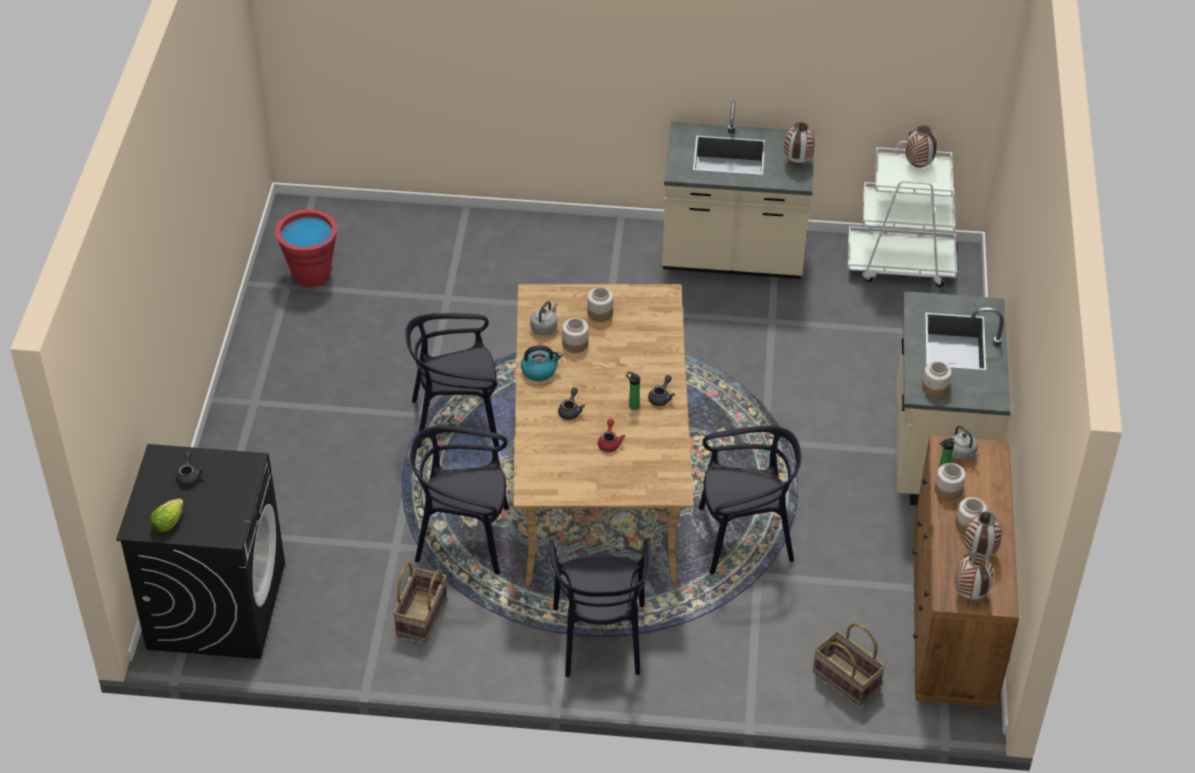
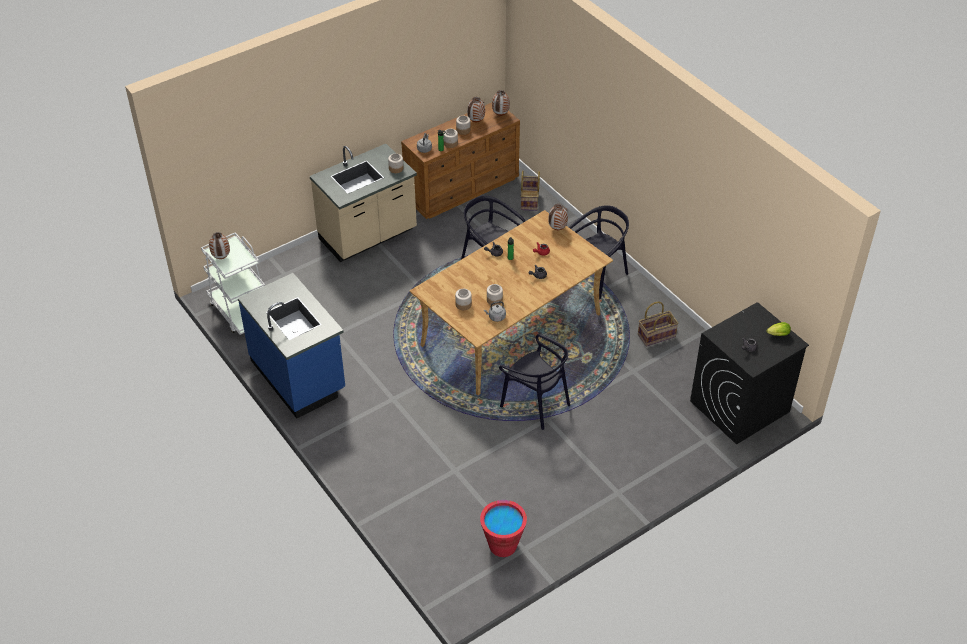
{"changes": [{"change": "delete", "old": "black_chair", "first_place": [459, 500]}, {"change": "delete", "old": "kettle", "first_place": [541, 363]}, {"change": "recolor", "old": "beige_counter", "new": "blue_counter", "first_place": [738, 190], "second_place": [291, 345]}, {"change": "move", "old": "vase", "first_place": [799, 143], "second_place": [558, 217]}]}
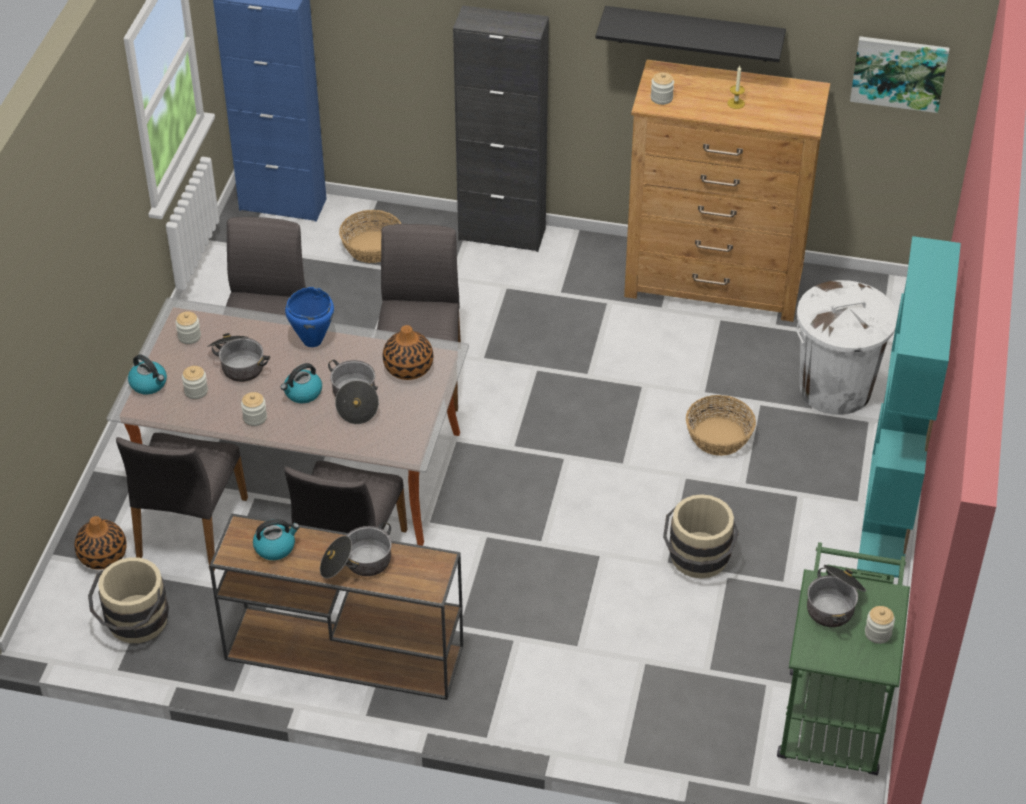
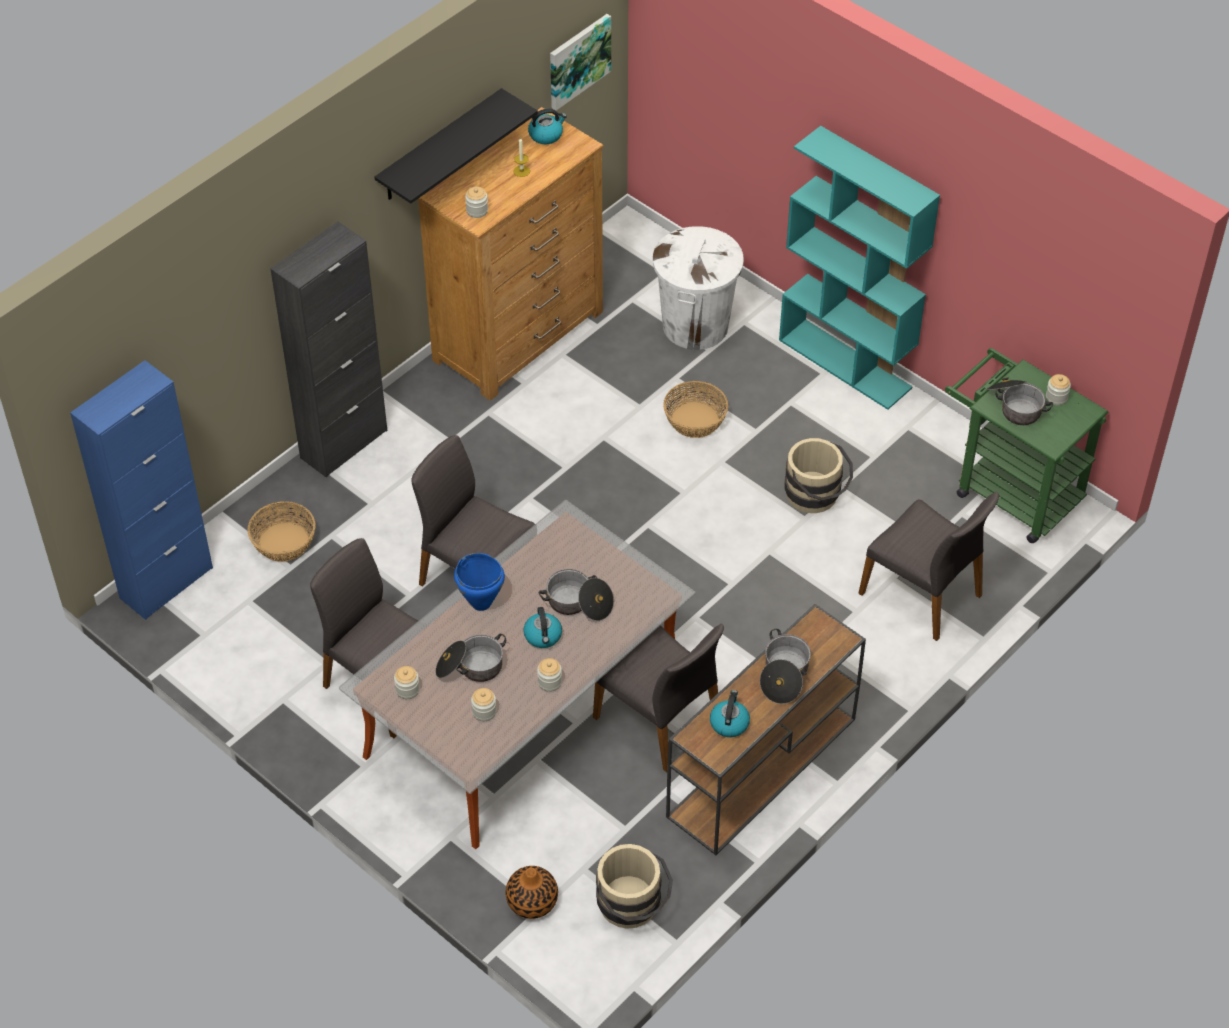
{"changes": [{"change": "move", "old": "grey_chair", "first_place": [182, 502], "second_place": [928, 566]}, {"change": "move", "old": "kettle", "first_place": [147, 374], "second_place": [547, 126]}, {"change": "delete", "old": "vase", "first_place": [408, 352]}]}
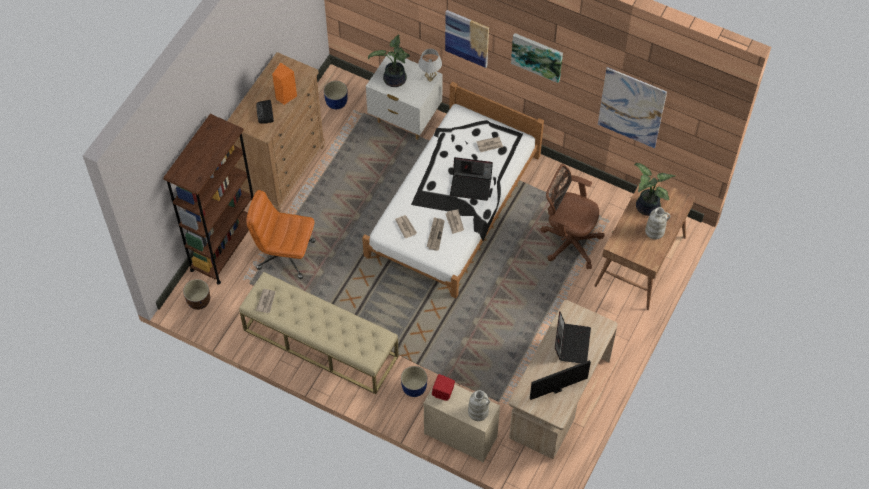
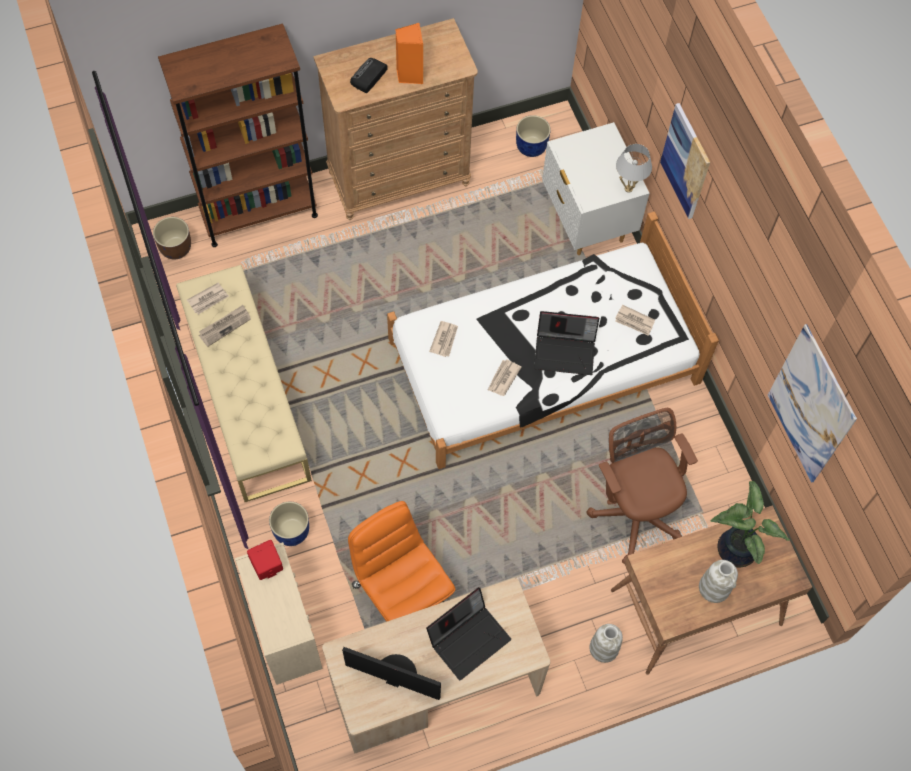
{"changes": [{"change": "move", "old": "orange_office_chair", "first_place": [281, 234], "second_place": [402, 561]}, {"change": "delete", "old": "potted_plant", "first_place": [389, 60]}, {"change": "move", "old": "newspaper", "first_place": [436, 234], "second_place": [225, 326]}, {"change": "rotate", "old": "laptop", "first_place": [471, 179], "second_place": [566, 343], "degrees": -45}, {"change": "move", "old": "white_vase", "first_place": [479, 405], "second_place": [606, 643]}, {"change": "delete", "old": "picture", "first_place": [537, 58]}]}
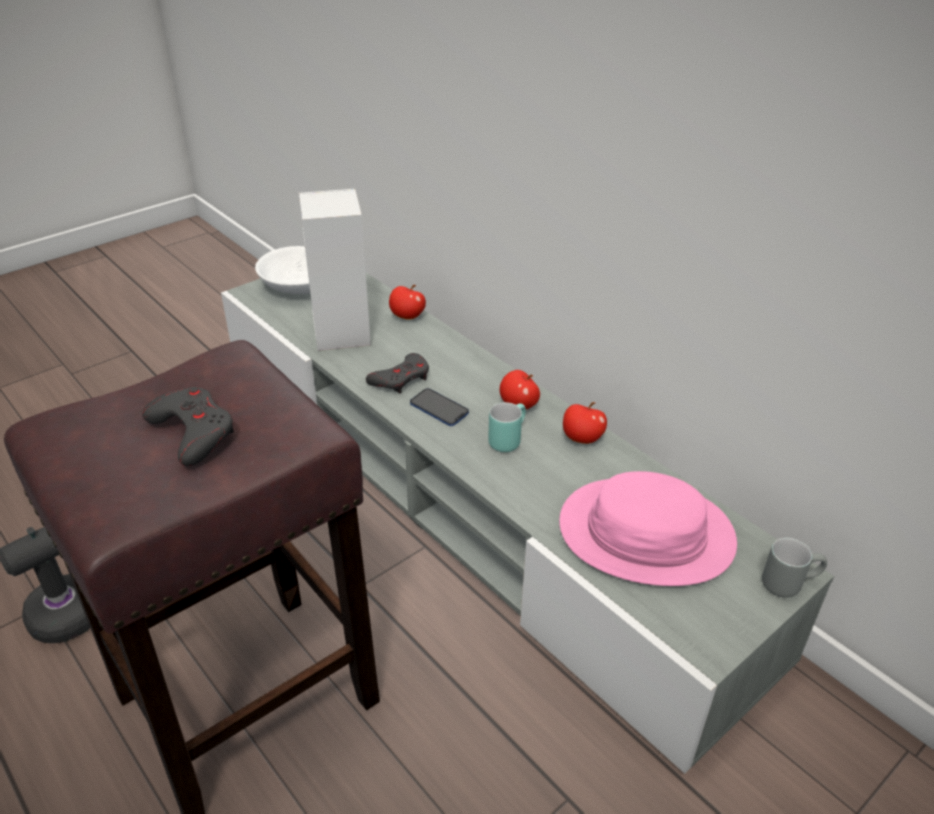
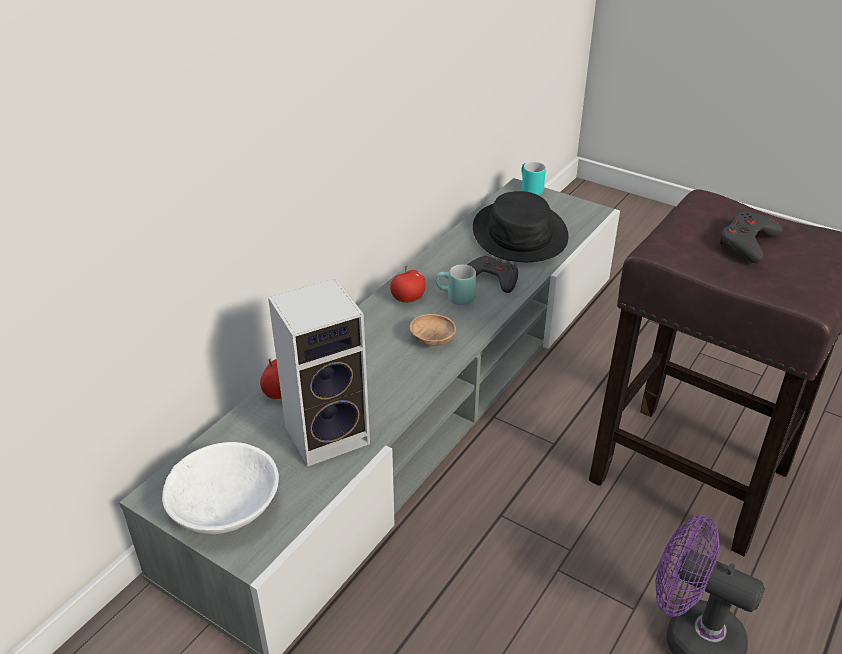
{"changes": [{"change": "move", "old": "grey_game_controller", "first_place": [397, 373], "second_place": [492, 274]}, {"change": "replace", "old": "phone", "new": "brown_bowl", "first_place": [439, 407], "second_place": [433, 330]}, {"change": "recolor", "old": "pink_hat", "new": "black_hat", "first_place": [648, 528], "second_place": [520, 226]}, {"change": "delete", "old": "apple", "first_place": [585, 423]}, {"change": "recolor", "old": "grey_mug", "new": "turquoise_mug", "first_place": [794, 568], "second_place": [533, 178]}]}
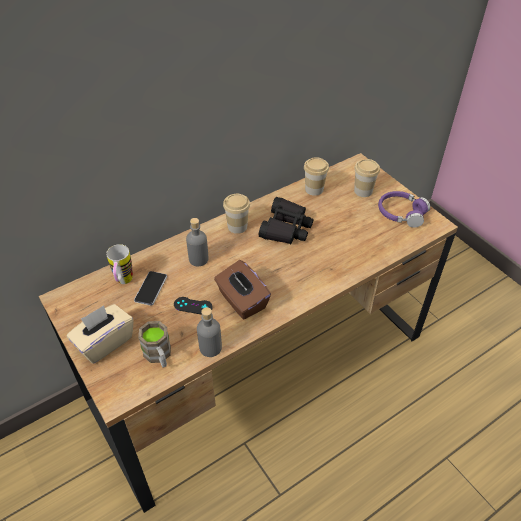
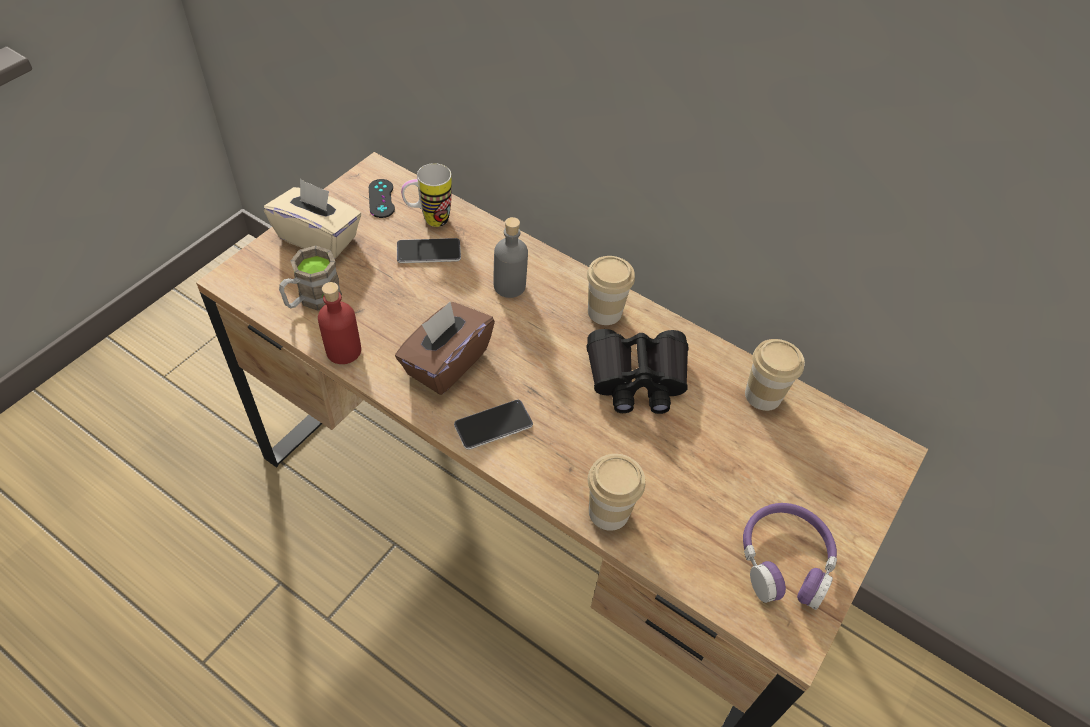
{"changes": [{"change": "move", "old": "black_game_controller", "first_place": [193, 306], "second_place": [382, 198]}, {"change": "recolor", "old": "grey_bottle", "new": "red_bottle", "first_place": [209, 332], "second_place": [339, 323]}, {"change": "move", "old": "cup", "first_place": [367, 178], "second_place": [616, 492]}, {"change": "insert", "new": "phone", "second_place": [493, 425]}]}
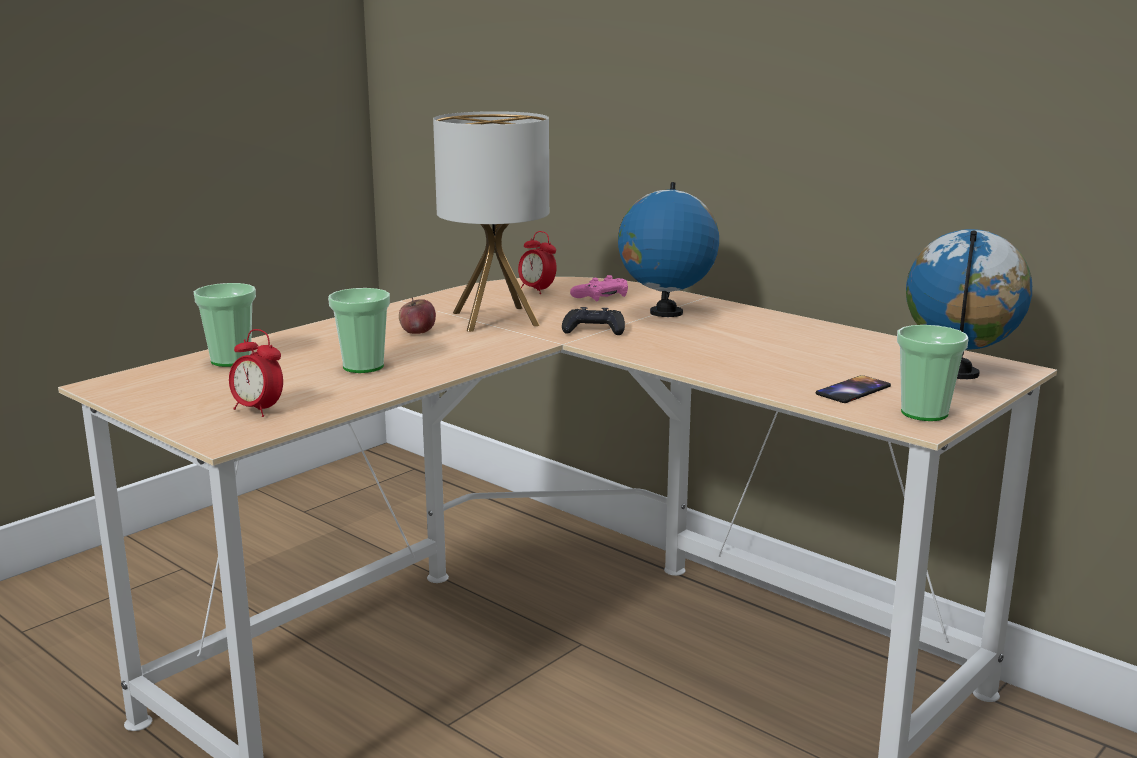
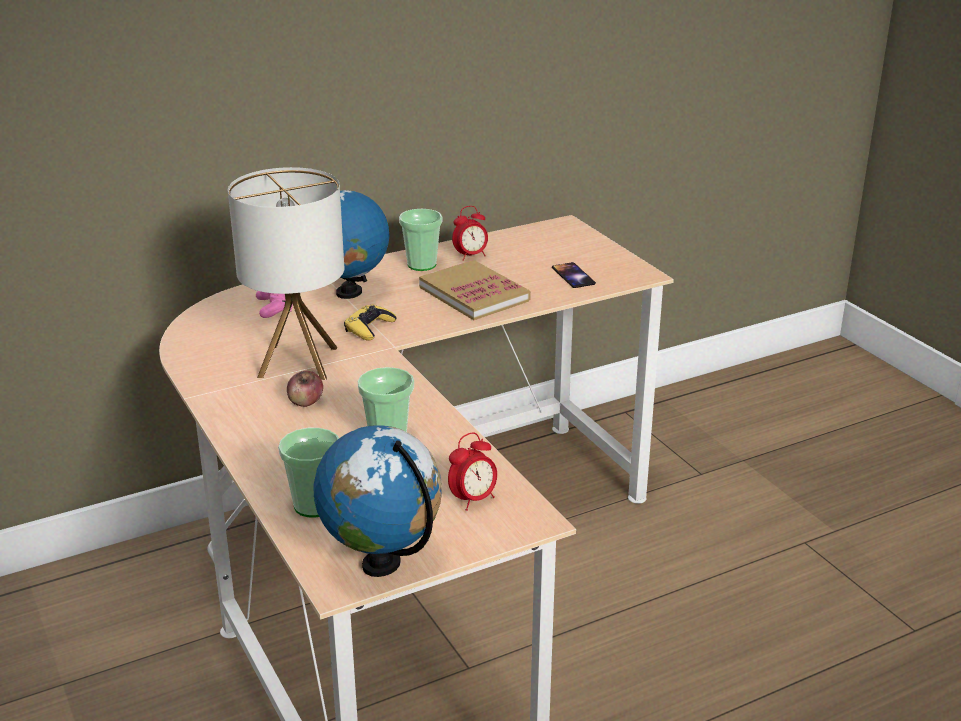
{"changes": [{"change": "move", "old": "alarm_clock", "first_place": [537, 262], "second_place": [470, 233]}, {"change": "recolor", "old": "black_game_controller", "new": "yellow_game_controller", "first_place": [593, 321], "second_place": [370, 322]}, {"change": "move", "old": "cup", "first_place": [933, 373], "second_place": [421, 240]}, {"change": "move", "old": "globe", "first_place": [969, 304], "second_place": [377, 501]}, {"change": "insert", "new": "book", "second_place": [475, 290]}]}
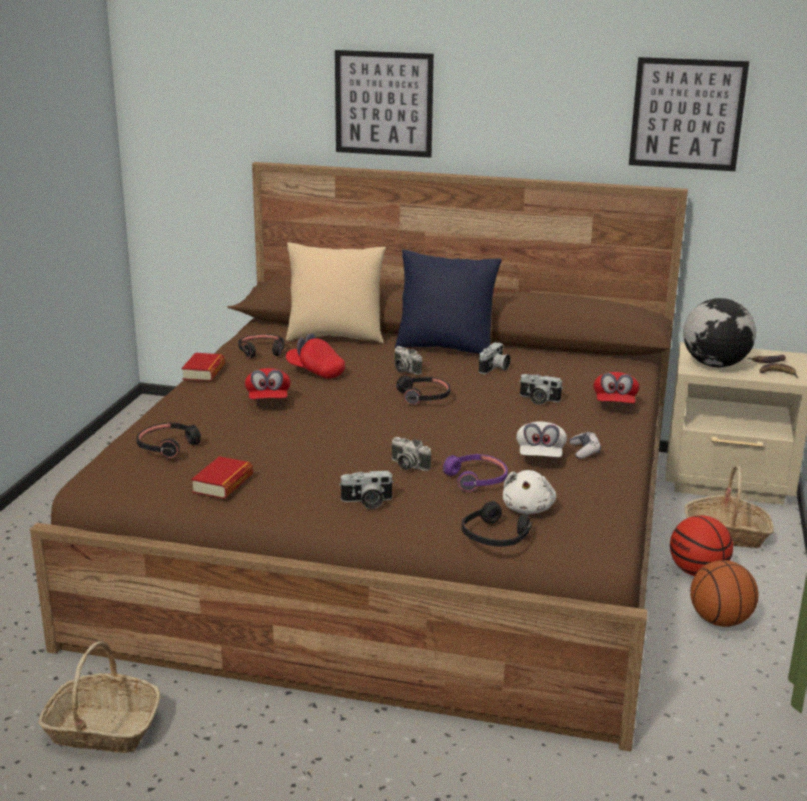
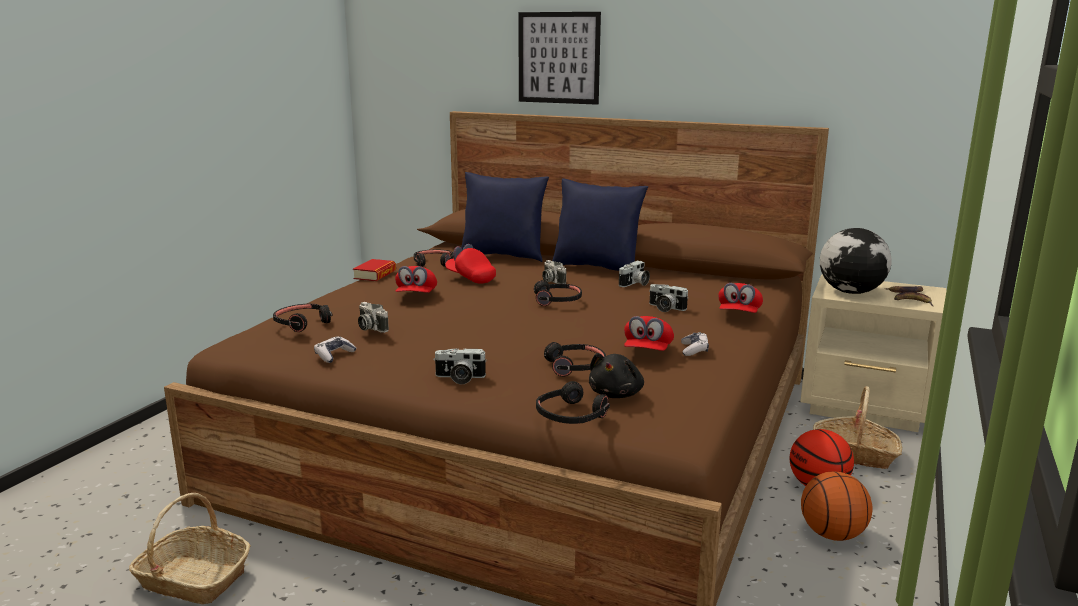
{"changes": [{"change": "replace", "old": "book", "new": "game_controller", "first_place": [222, 477], "second_place": [335, 349]}, {"change": "recolor", "old": "beige_pillow", "new": "blue_pillow", "first_place": [336, 293], "second_place": [505, 217]}, {"change": "move", "old": "photo_camera", "first_place": [411, 454], "second_place": [373, 317]}, {"change": "recolor", "old": "purple_headphones", "new": "black_headphones", "first_place": [475, 473], "second_place": [575, 359]}, {"change": "recolor", "old": "white_plush_toy", "new": "black_plush_toy", "first_place": [529, 492], "second_place": [616, 375]}, {"change": "recolor", "old": "white_cap", "new": "red_cap", "first_place": [541, 439], "second_place": [649, 333]}, {"change": "delete", "old": "picture", "first_place": [689, 114]}]}
